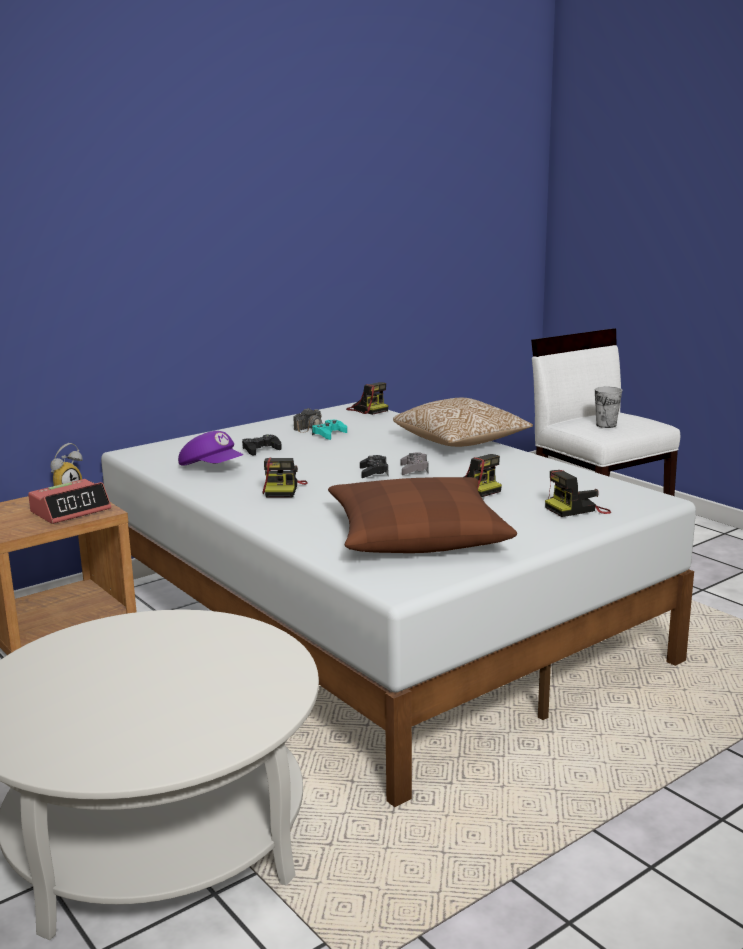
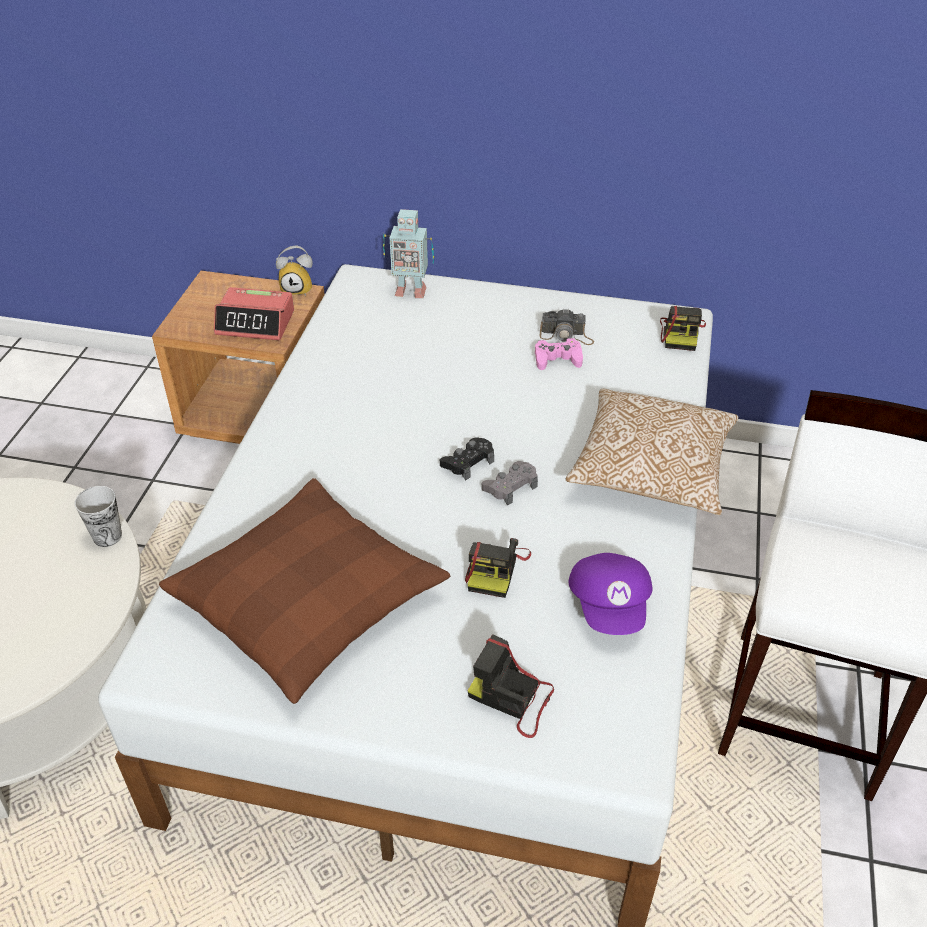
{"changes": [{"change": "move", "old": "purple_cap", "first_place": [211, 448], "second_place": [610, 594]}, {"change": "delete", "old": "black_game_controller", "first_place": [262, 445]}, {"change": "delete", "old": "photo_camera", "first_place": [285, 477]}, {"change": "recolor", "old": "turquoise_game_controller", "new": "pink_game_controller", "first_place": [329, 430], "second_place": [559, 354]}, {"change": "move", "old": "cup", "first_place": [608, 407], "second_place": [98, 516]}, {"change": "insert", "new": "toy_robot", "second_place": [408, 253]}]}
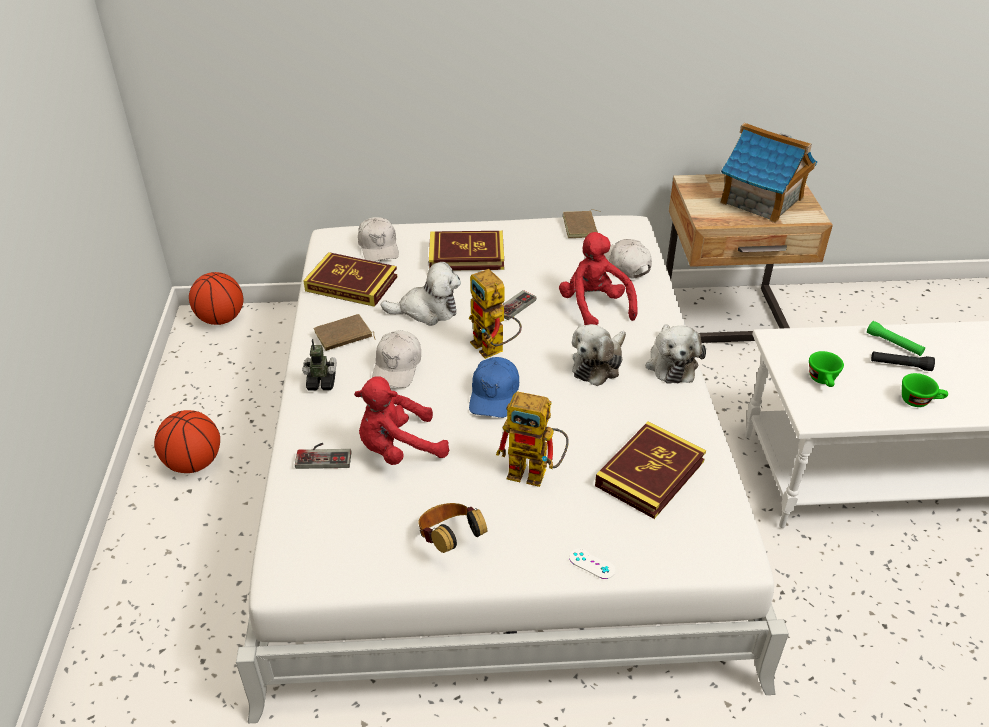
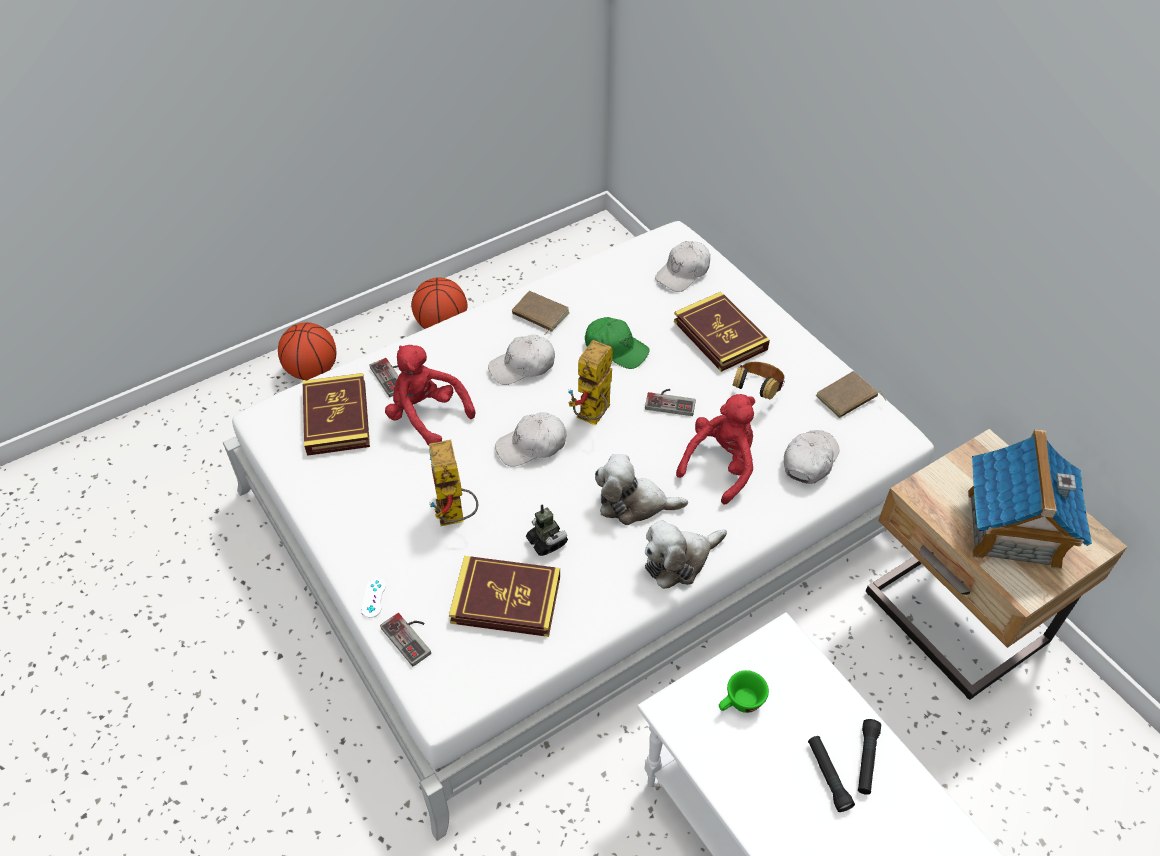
{"changes": [{"change": "move", "old": "basketball", "first_place": [216, 298], "second_place": [307, 351]}, {"change": "move", "old": "toy_robot", "first_place": [319, 365], "second_place": [547, 530]}, {"change": "move", "old": "book", "first_place": [350, 279], "second_place": [336, 414]}, {"change": "replace", "old": "plush_toy", "new": "green_cap", "first_place": [421, 294], "second_place": [617, 343]}, {"change": "move", "old": "headphones", "first_place": [452, 528], "second_place": [758, 380]}, {"change": "recolor", "old": "blue_cap", "new": "white_cap", "first_place": [494, 387], "second_place": [530, 439]}, {"change": "recolor", "old": "green_flashlight", "new": "black_flashlight", "first_place": [896, 338], "second_place": [869, 757]}, {"change": "delete", "old": "green_cup", "first_place": [925, 390]}, {"change": "insert", "new": "game_controller", "second_place": [405, 639]}]}
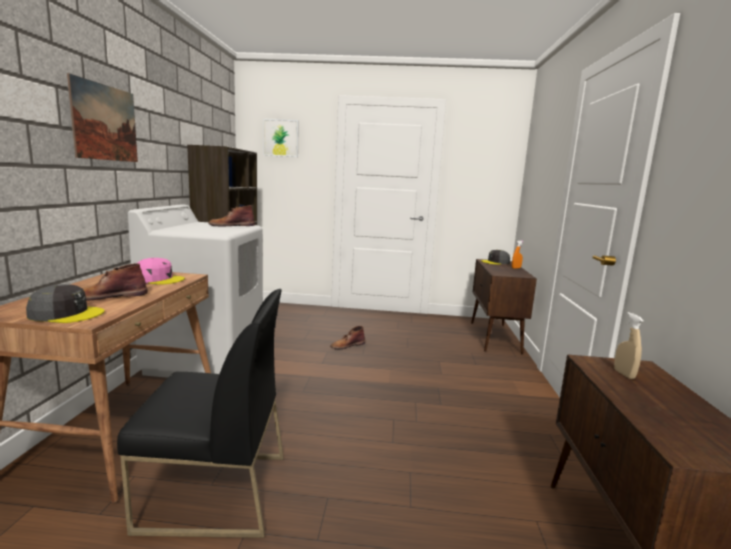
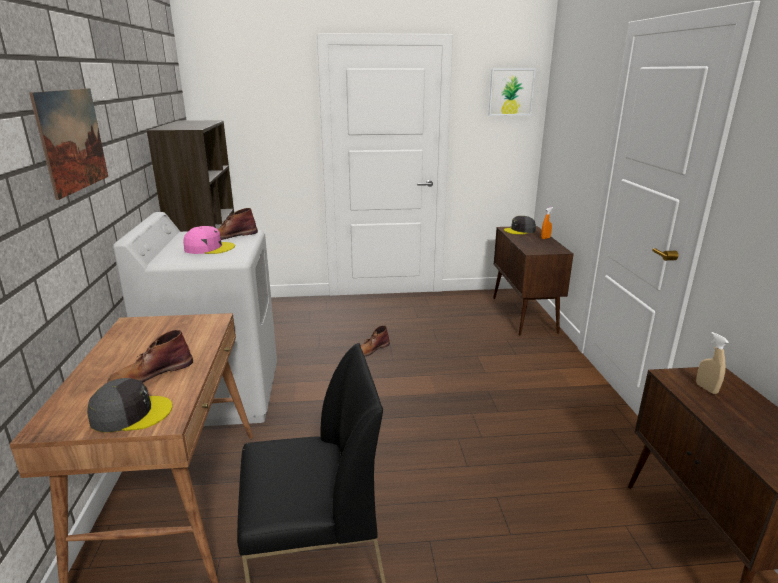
{"changes": [{"change": "move", "old": "pink_cap", "first_place": [161, 271], "second_place": [209, 240]}, {"change": "move", "old": "picture", "first_place": [281, 138], "second_place": [512, 92]}]}
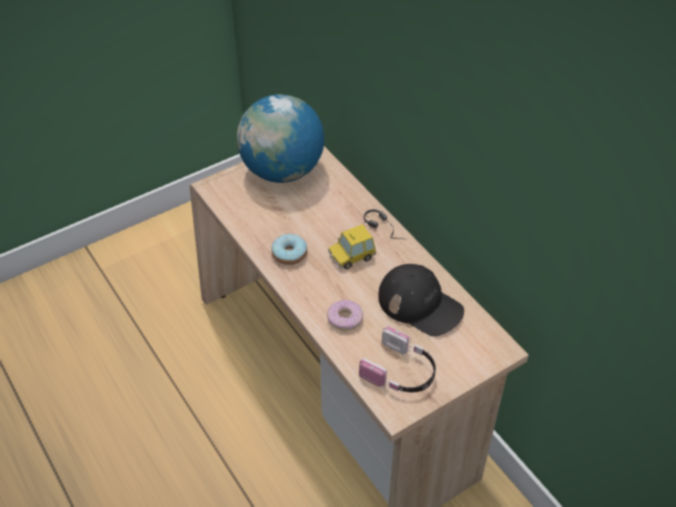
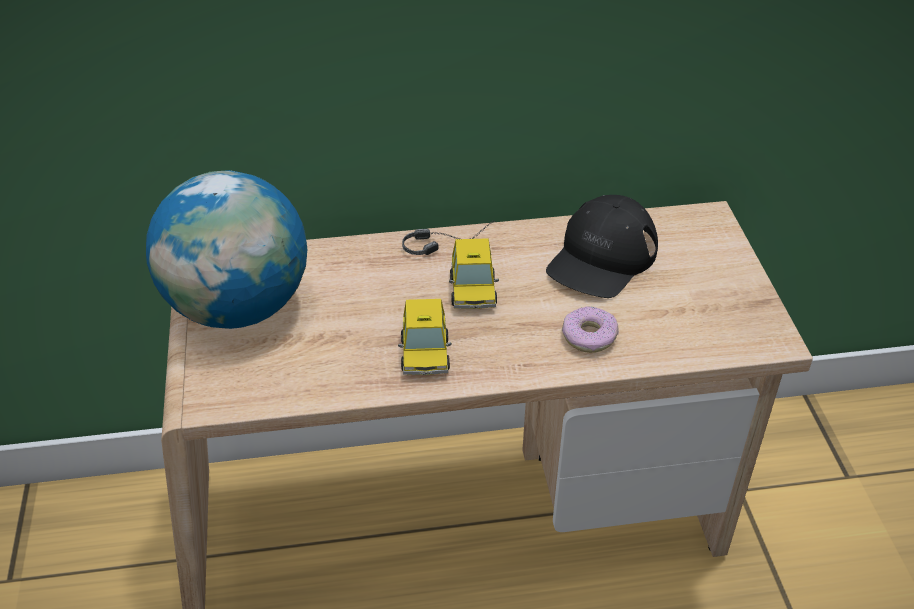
{"changes": [{"change": "replace", "old": "donut", "new": "toy_car", "first_place": [289, 249], "second_place": [425, 337]}, {"change": "delete", "old": "headphones", "first_place": [397, 359]}, {"change": "rotate", "old": "black_cap", "first_place": [421, 300], "second_place": [602, 246], "degrees": 150}]}
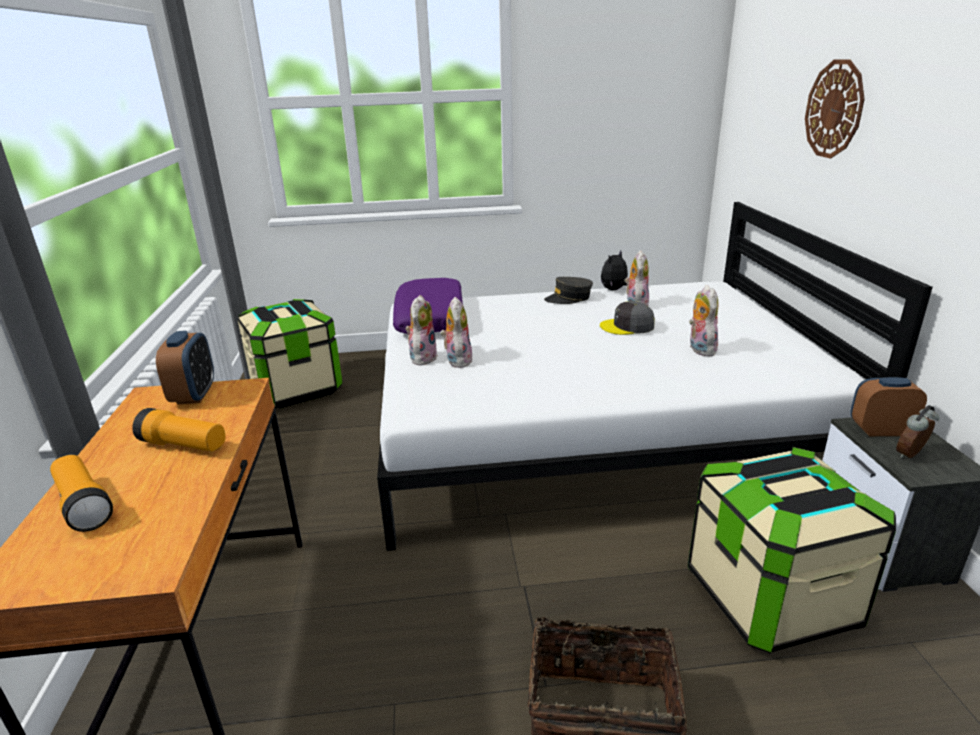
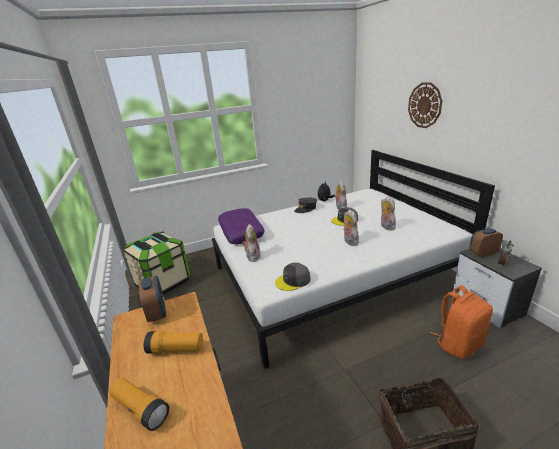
{"changes": [{"change": "move", "old": "plush_toy", "first_place": [457, 332], "second_place": [351, 228]}, {"change": "replace", "old": "storage_box", "new": "orange_backpack", "first_place": [792, 550], "second_place": [461, 322]}, {"change": "insert", "new": "grey_cap", "second_place": [293, 277]}]}
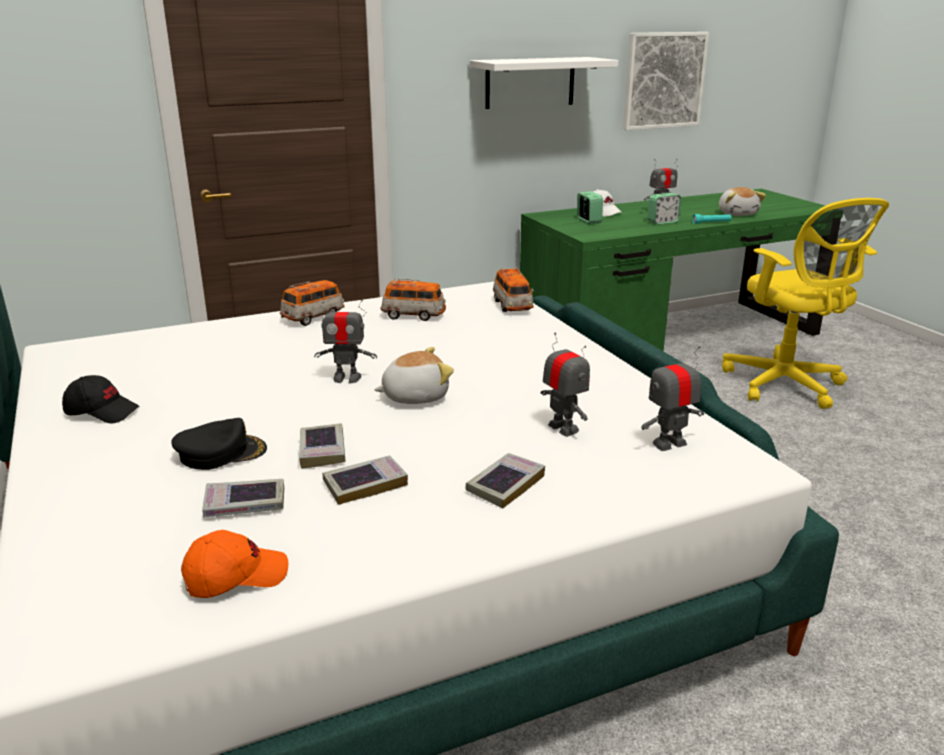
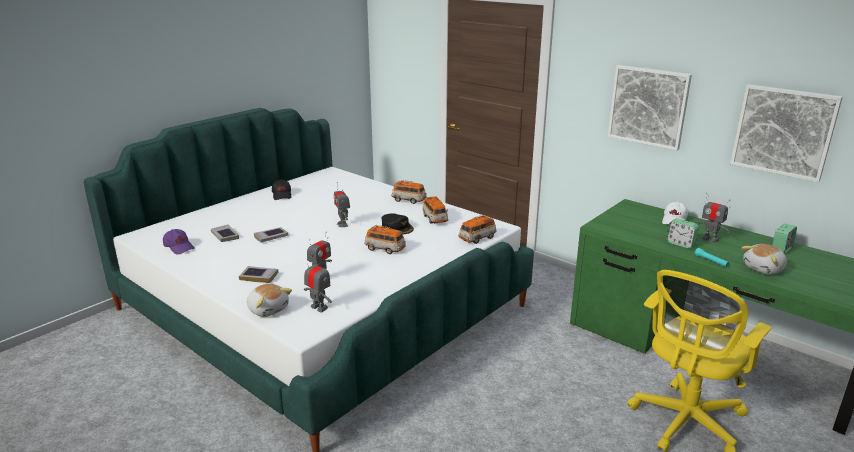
{"changes": [{"change": "move", "old": "black_cap", "first_place": [219, 444], "second_place": [398, 223]}, {"change": "recolor", "old": "orange_cap", "new": "purple_cap", "first_place": [234, 564], "second_place": [179, 242]}, {"change": "delete", "old": "book", "first_place": [365, 480]}, {"change": "move", "old": "plush_toy", "first_place": [414, 375], "second_place": [269, 300]}, {"change": "replace", "old": "white_shelf", "new": "picture", "first_place": [544, 83], "second_place": [650, 108]}, {"change": "move", "old": "alarm_clock", "first_place": [590, 207], "second_place": [784, 238]}, {"change": "insert", "new": "toy_car", "second_place": [385, 239]}]}
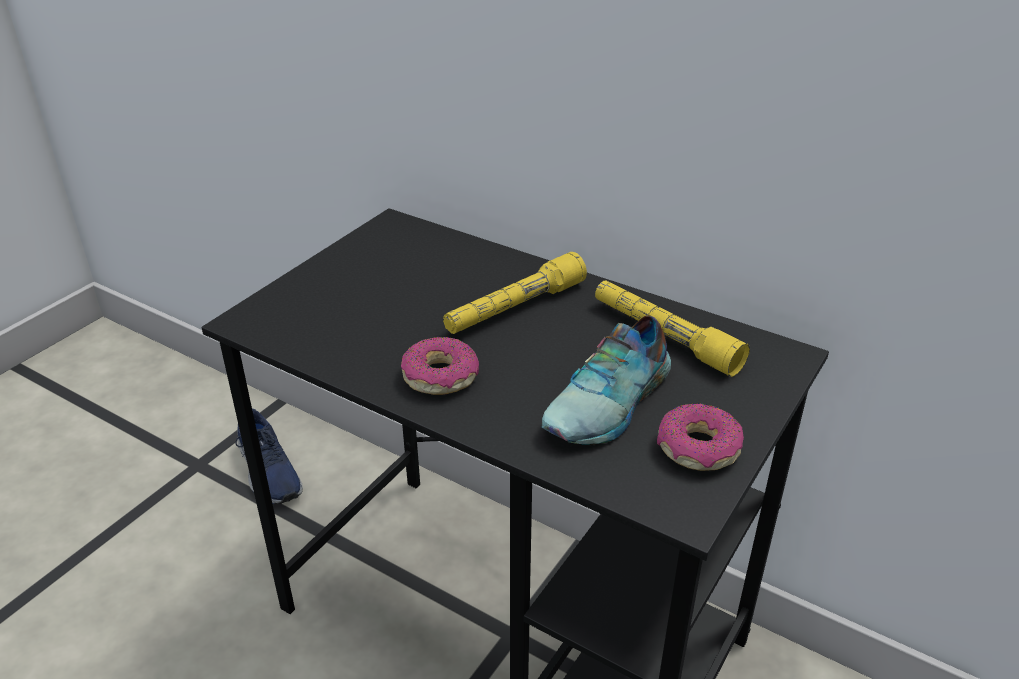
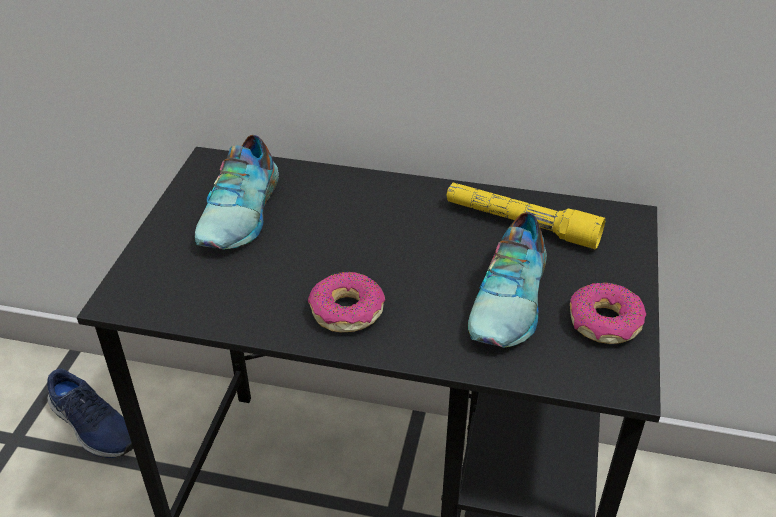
{"changes": [{"change": "delete", "old": "yellow_flashlight", "first_place": [515, 293]}, {"change": "insert", "new": "shoe", "second_place": [237, 192]}]}
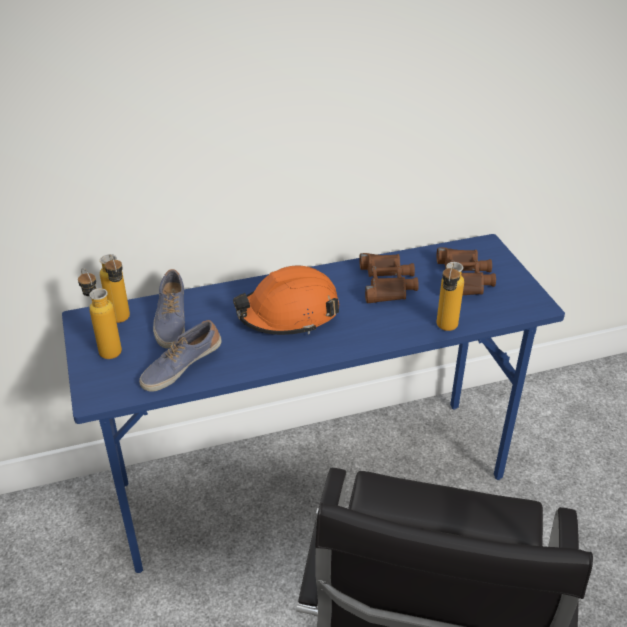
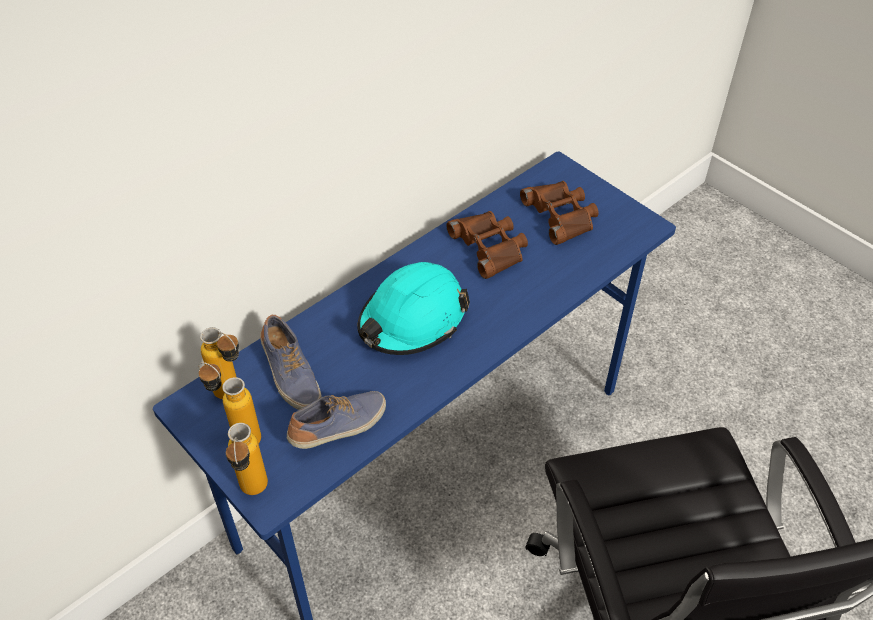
{"changes": [{"change": "rotate", "old": "shoe", "first_place": [180, 356], "second_place": [336, 420], "degrees": -150}, {"change": "recolor", "old": "orange_hard_hat", "new": "turquoise_hard_hat", "first_place": [286, 300], "second_place": [413, 308]}, {"change": "move", "old": "bottle", "first_place": [450, 296], "second_place": [247, 459]}]}
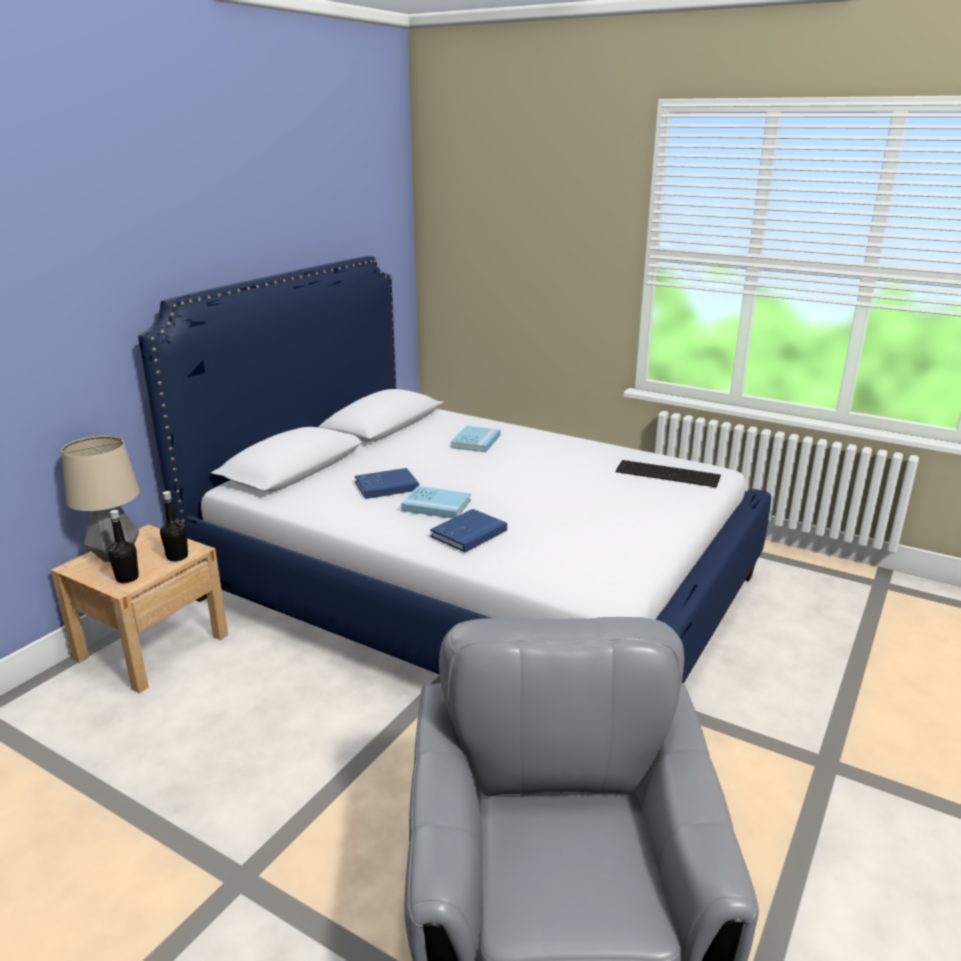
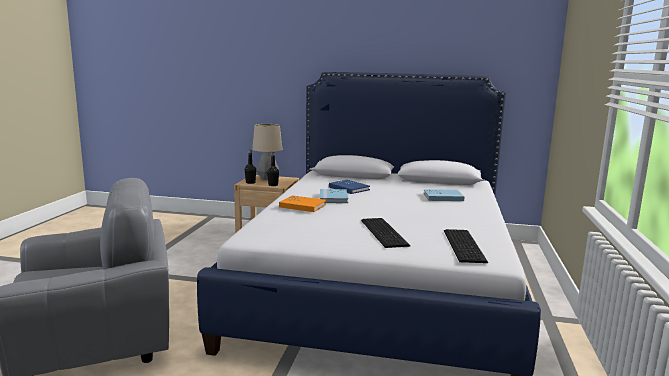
{"changes": [{"change": "recolor", "old": "blue_book", "new": "orange_book", "first_place": [468, 530], "second_place": [302, 203]}, {"change": "insert", "new": "keyboard", "second_place": [386, 233]}]}
